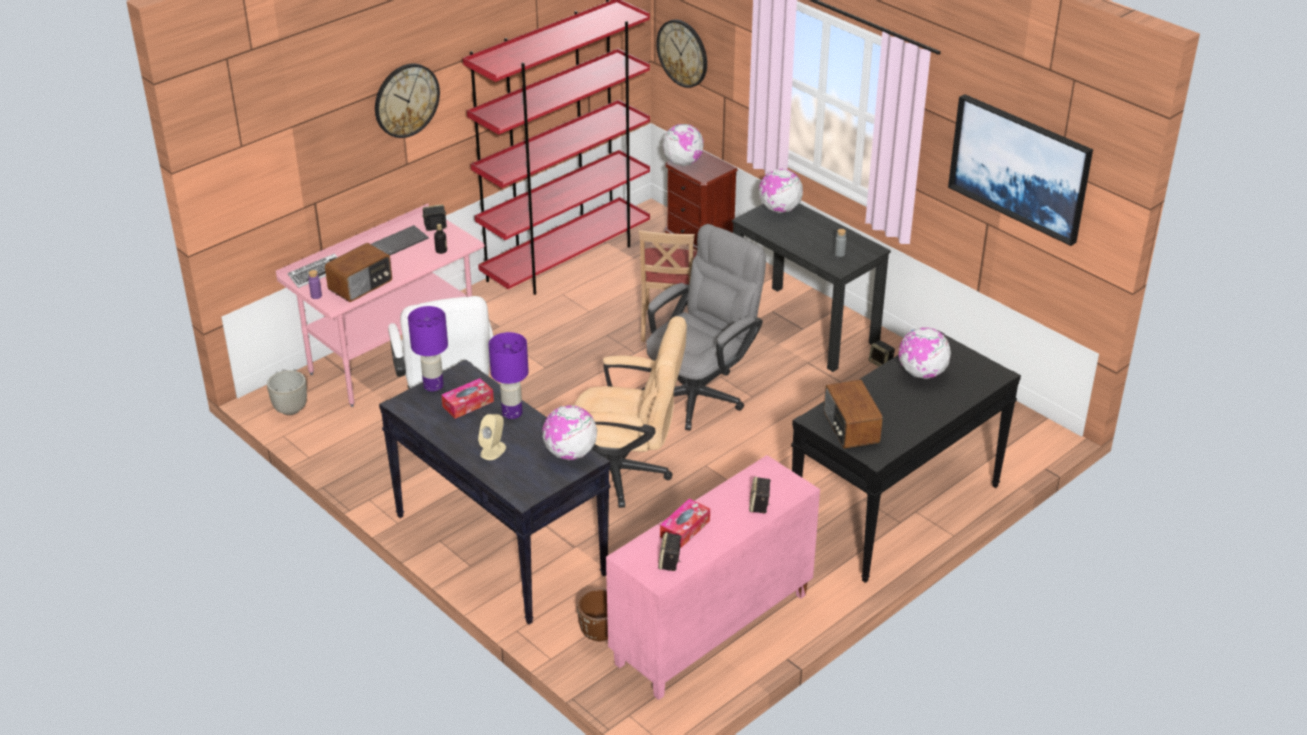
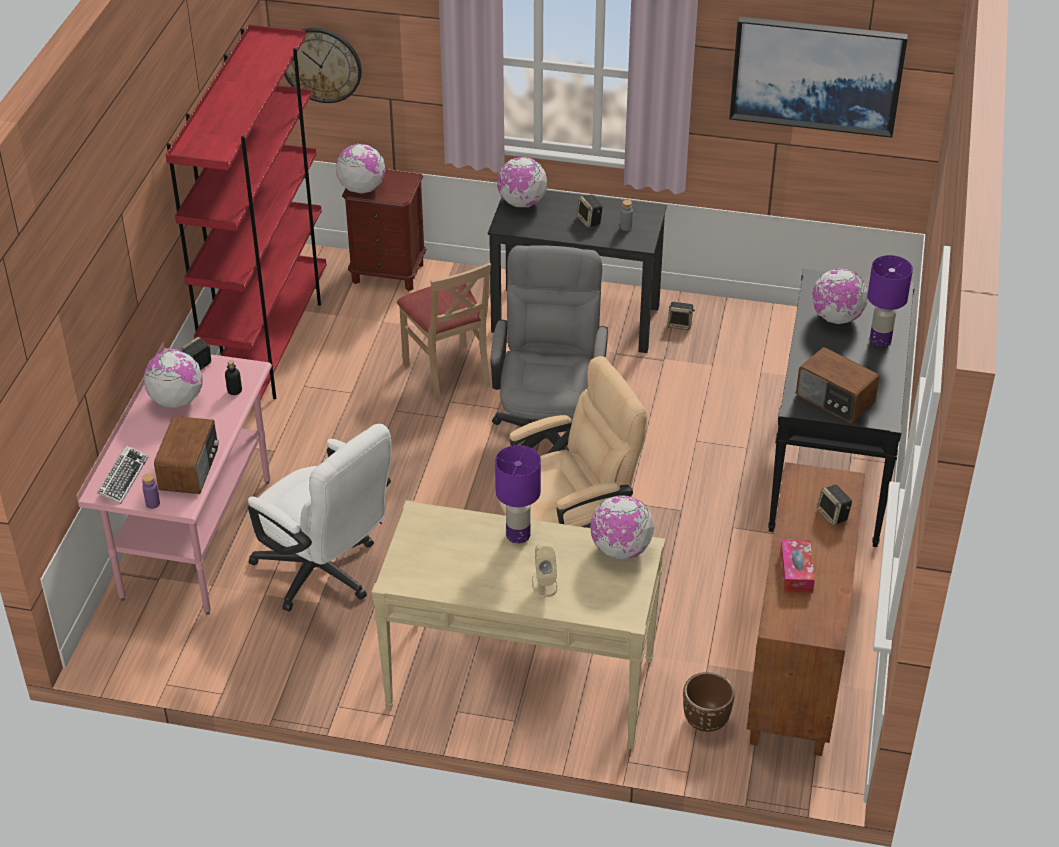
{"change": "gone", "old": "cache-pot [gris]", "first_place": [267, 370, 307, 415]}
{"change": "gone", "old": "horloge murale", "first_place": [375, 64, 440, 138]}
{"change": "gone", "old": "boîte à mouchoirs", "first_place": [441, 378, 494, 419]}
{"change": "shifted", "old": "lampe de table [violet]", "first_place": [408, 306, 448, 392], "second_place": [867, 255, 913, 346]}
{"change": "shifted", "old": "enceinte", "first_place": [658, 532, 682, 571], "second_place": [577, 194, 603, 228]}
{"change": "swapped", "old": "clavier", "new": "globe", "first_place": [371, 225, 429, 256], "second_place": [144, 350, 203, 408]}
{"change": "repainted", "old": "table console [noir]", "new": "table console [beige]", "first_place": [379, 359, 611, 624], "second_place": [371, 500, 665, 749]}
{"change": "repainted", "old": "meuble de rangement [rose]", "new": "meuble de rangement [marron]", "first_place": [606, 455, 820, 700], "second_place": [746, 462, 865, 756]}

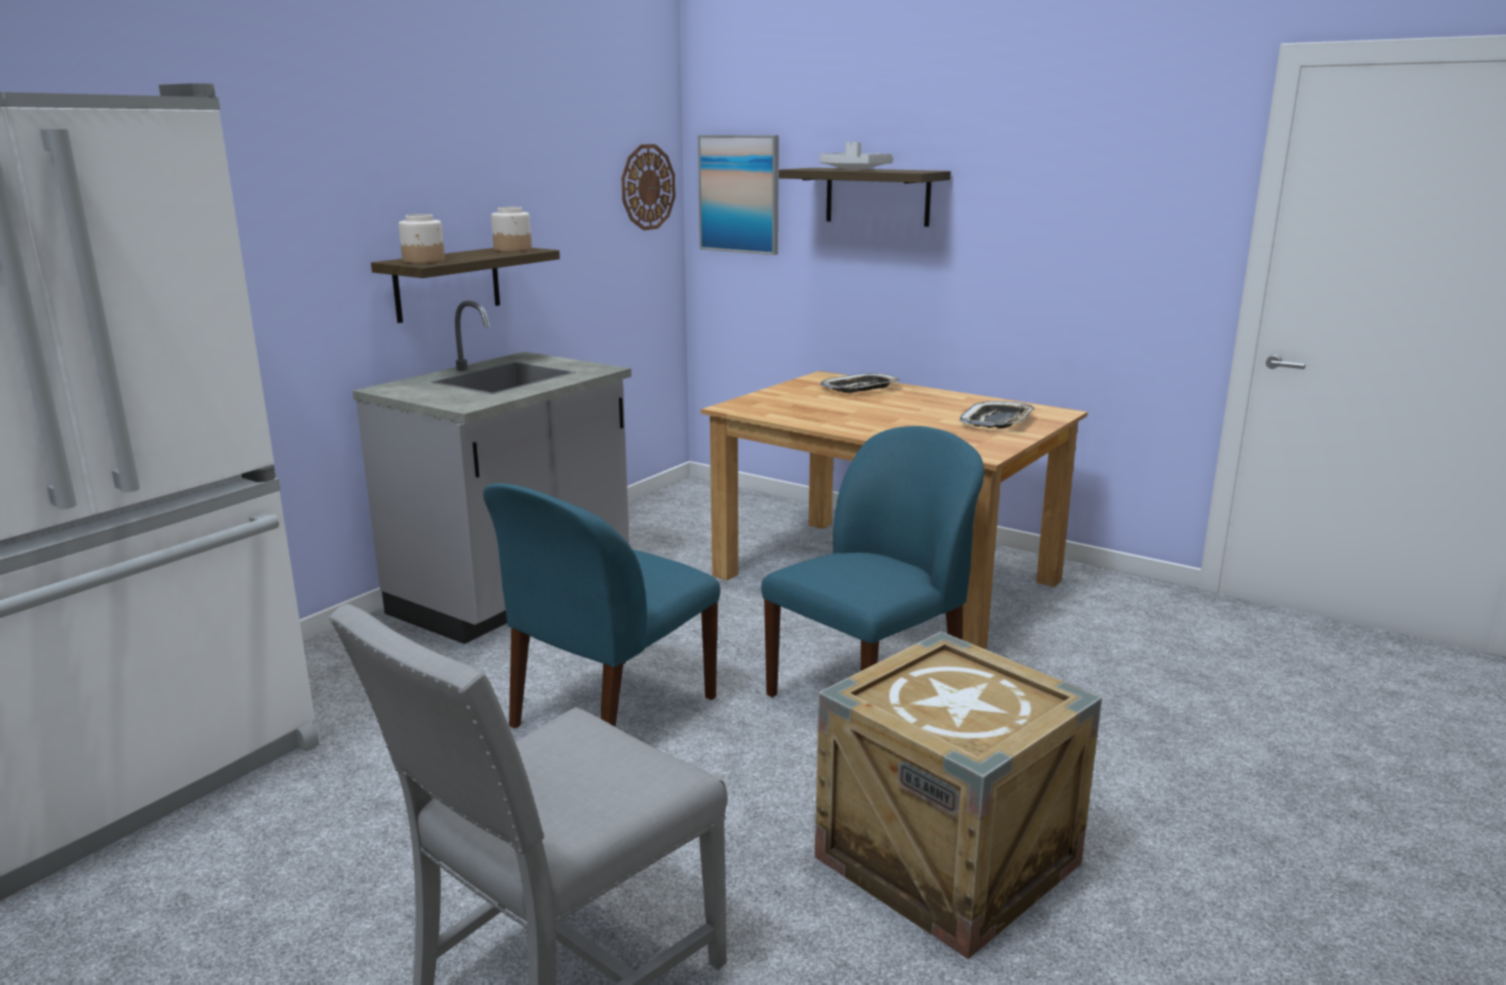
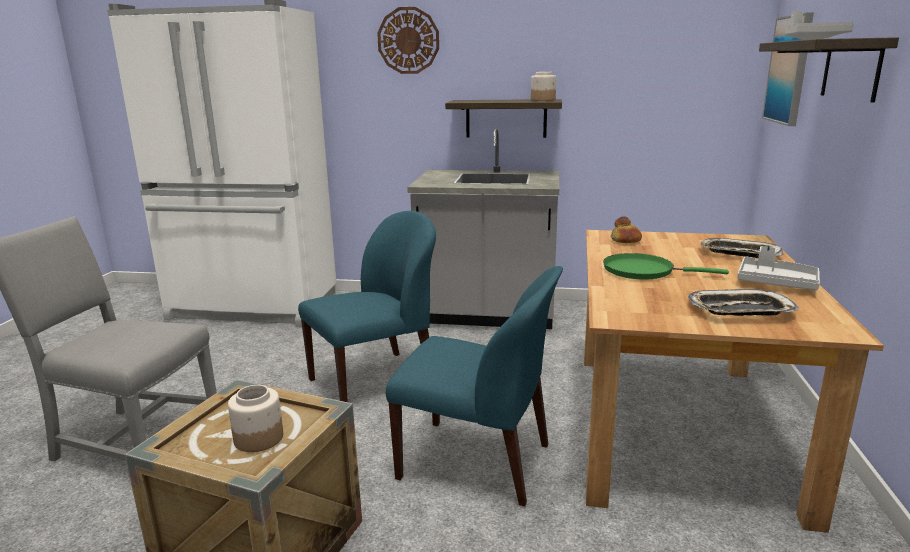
{"change": "new", "new": "poêle [vert]", "second_place": [603, 253, 729, 280]}
{"change": "new", "new": "pain", "second_place": [611, 216, 642, 243]}
{"change": "new", "new": "plateau [gris]", "second_place": [737, 246, 820, 290]}
{"change": "shifted", "old": "bocal", "first_place": [399, 214, 445, 263], "second_place": [228, 385, 283, 452]}
{"change": "shifted", "old": "horloge murale", "first_place": [622, 144, 675, 230], "second_place": [377, 7, 439, 74]}
{"change": "rotated", "old": "chaise [bleu]", "first_place": [483, 483, 721, 729], "second_place": [298, 211, 436, 402], "degrees": 135}

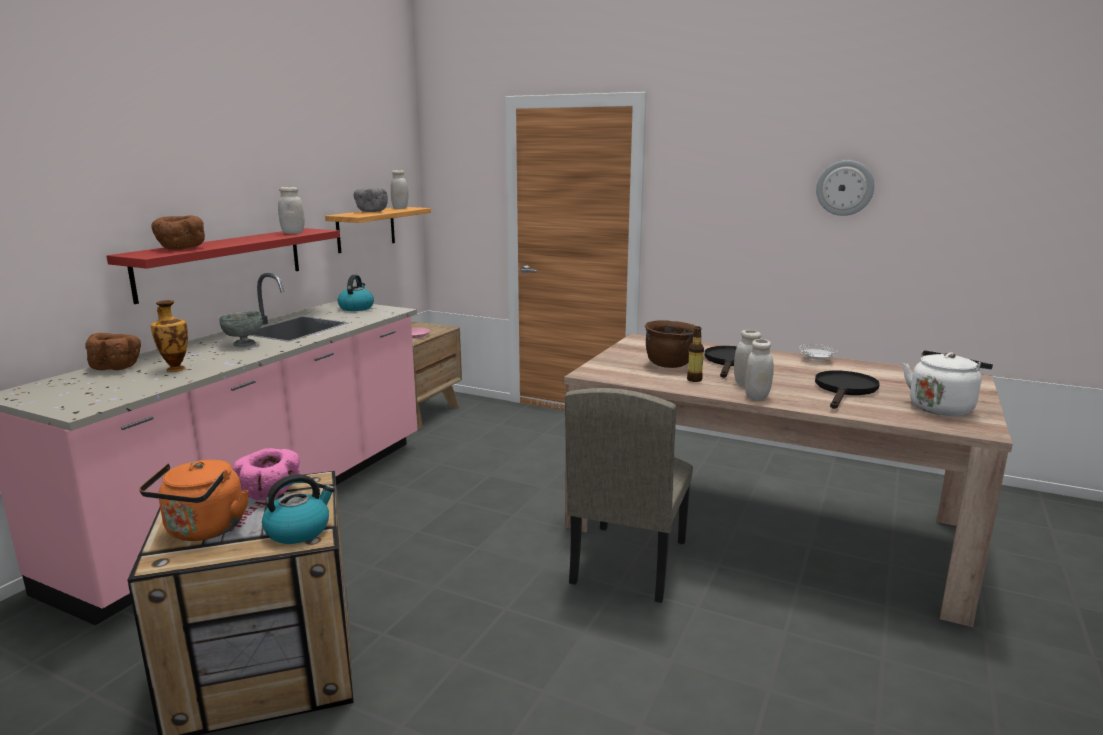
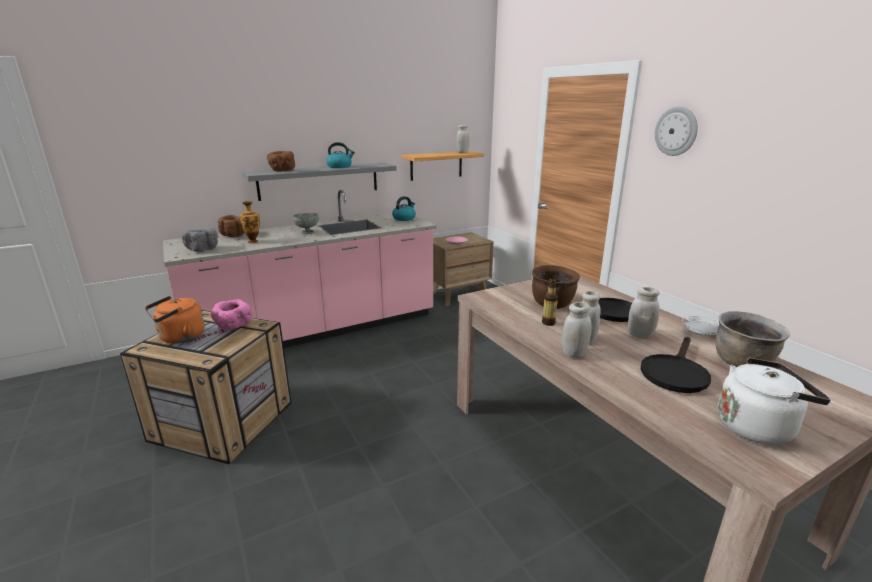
{"change": "gone", "old": "chaise [beige]", "first_place": [565, 388, 693, 603]}
{"change": "new", "new": "marmite [marron]", "second_place": [716, 311, 790, 367]}
{"change": "shifted", "old": "bouilloire", "first_place": [262, 474, 335, 544], "second_place": [326, 142, 355, 168]}
{"change": "shifted", "old": "bocal [blanc]", "first_place": [278, 187, 305, 234], "second_place": [628, 287, 660, 338]}
{"change": "shifted", "old": "bol [gris]", "first_place": [354, 188, 388, 212], "second_place": [182, 228, 218, 252]}
{"change": "shifted", "old": "horloge murale", "first_place": [816, 160, 874, 216], "second_place": [655, 107, 698, 156]}
{"change": "repainted", "old": "étagère [rouge]", "new": "étagère [gris]", "first_place": [106, 228, 340, 304], "second_place": [243, 163, 396, 201]}
{"change": "rotated", "old": "poêle [noir]", "first_place": [815, 371, 880, 409], "second_place": [640, 337, 711, 393], "degrees": 150}

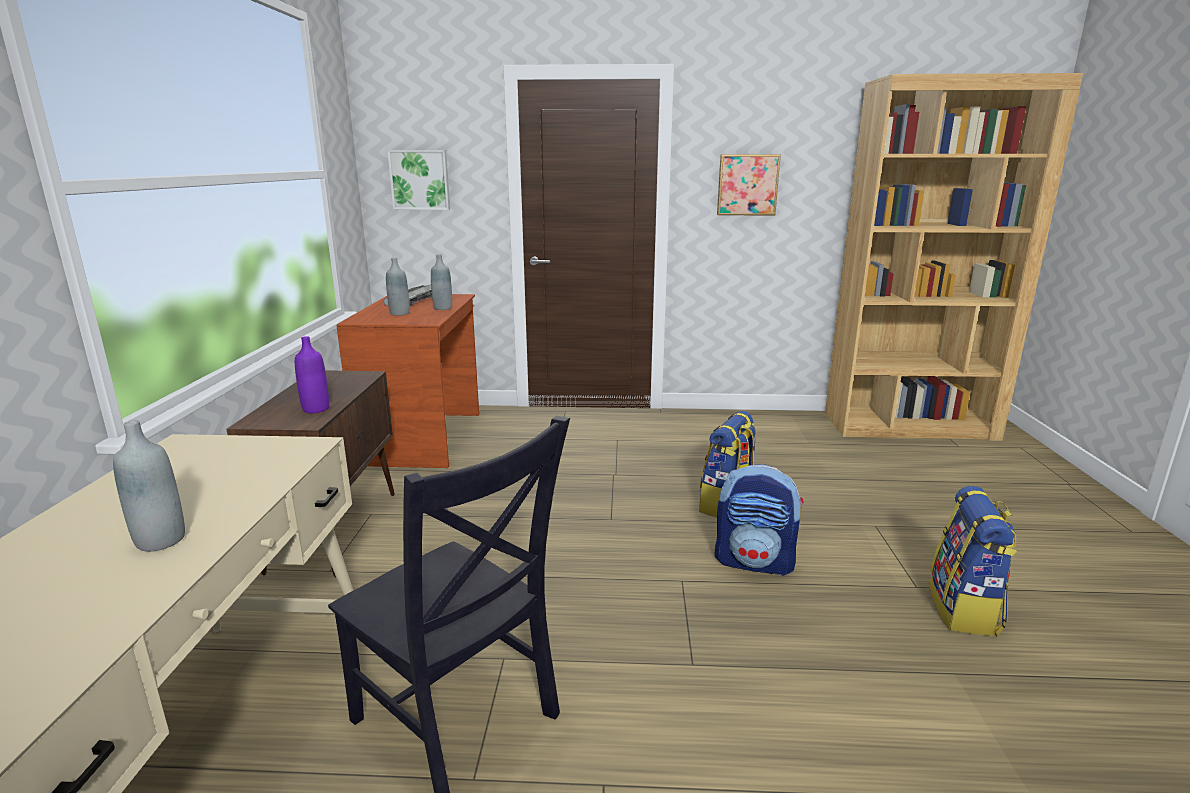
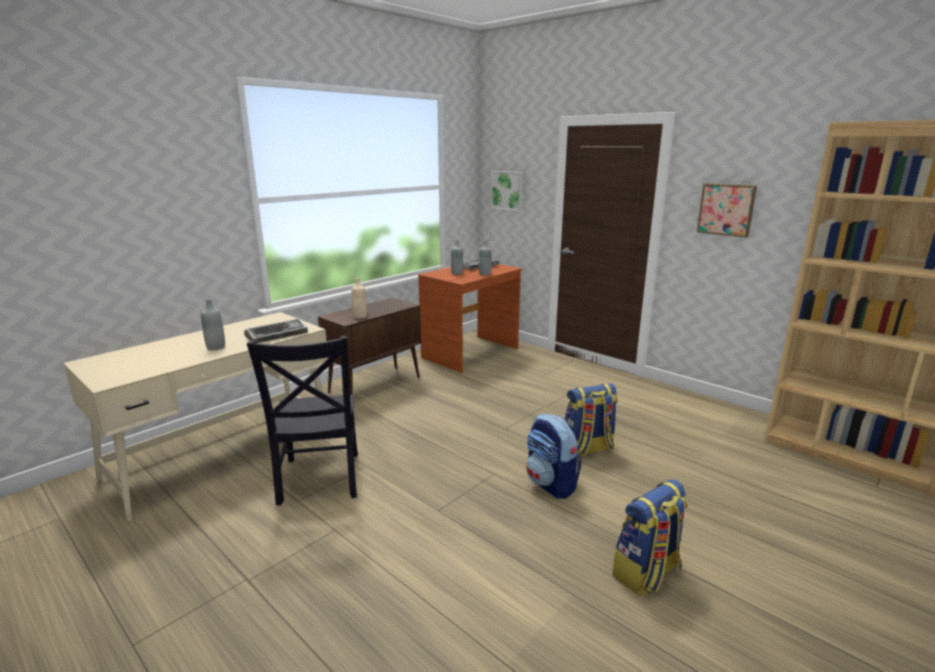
{"change": "new", "new": "clavier", "second_place": [244, 318, 308, 343]}
{"change": "repainted", "old": "bouteille [violet]", "new": "bouteille [beige]", "first_place": [295, 336, 329, 413], "second_place": [351, 278, 367, 318]}

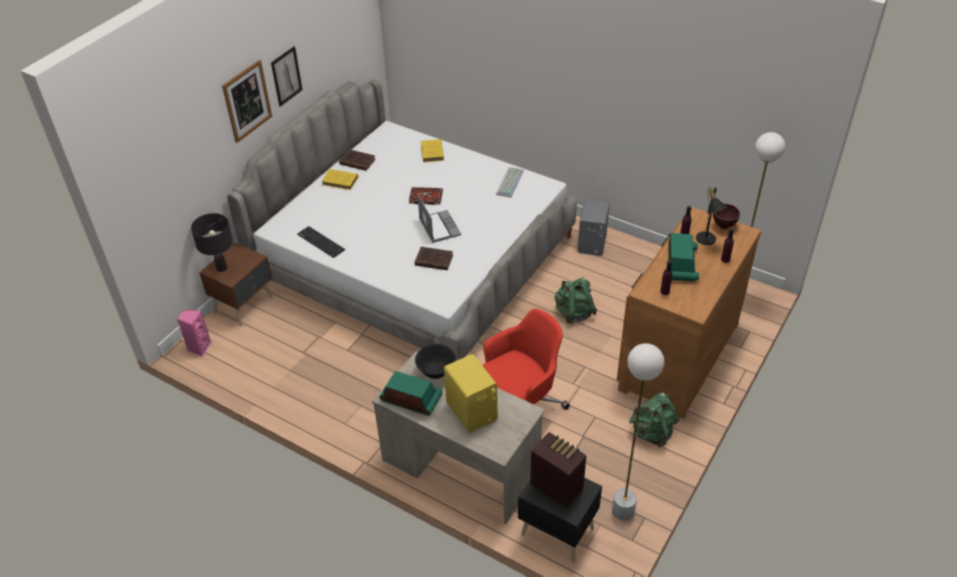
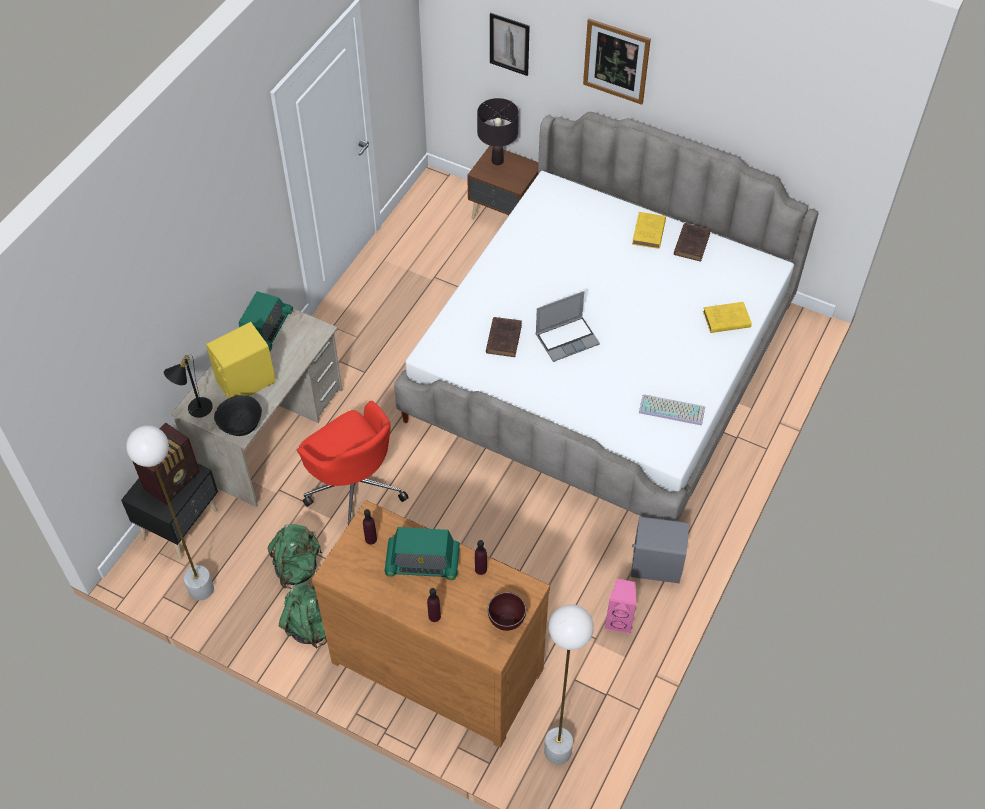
{"change": "gone", "old": "clavier", "first_place": [297, 226, 345, 258]}
{"change": "gone", "old": "livre", "first_place": [409, 187, 443, 205]}
{"change": "shifted", "old": "enceinte [rose]", "first_place": [177, 310, 211, 357], "second_place": [605, 579, 636, 634]}
{"change": "shifted", "old": "tableau", "first_place": [271, 46, 303, 107], "second_place": [490, 13, 530, 76]}
{"change": "shifted", "old": "bol [noir]", "first_place": [415, 344, 456, 379], "second_place": [214, 395, 262, 436]}
{"change": "shifted", "old": "sac à dos [vert]", "first_place": [554, 277, 597, 324], "second_place": [268, 524, 322, 589]}
{"change": "shifted", "old": "lampe de table [noir]", "first_place": [696, 187, 727, 245], "second_place": [164, 355, 213, 418]}

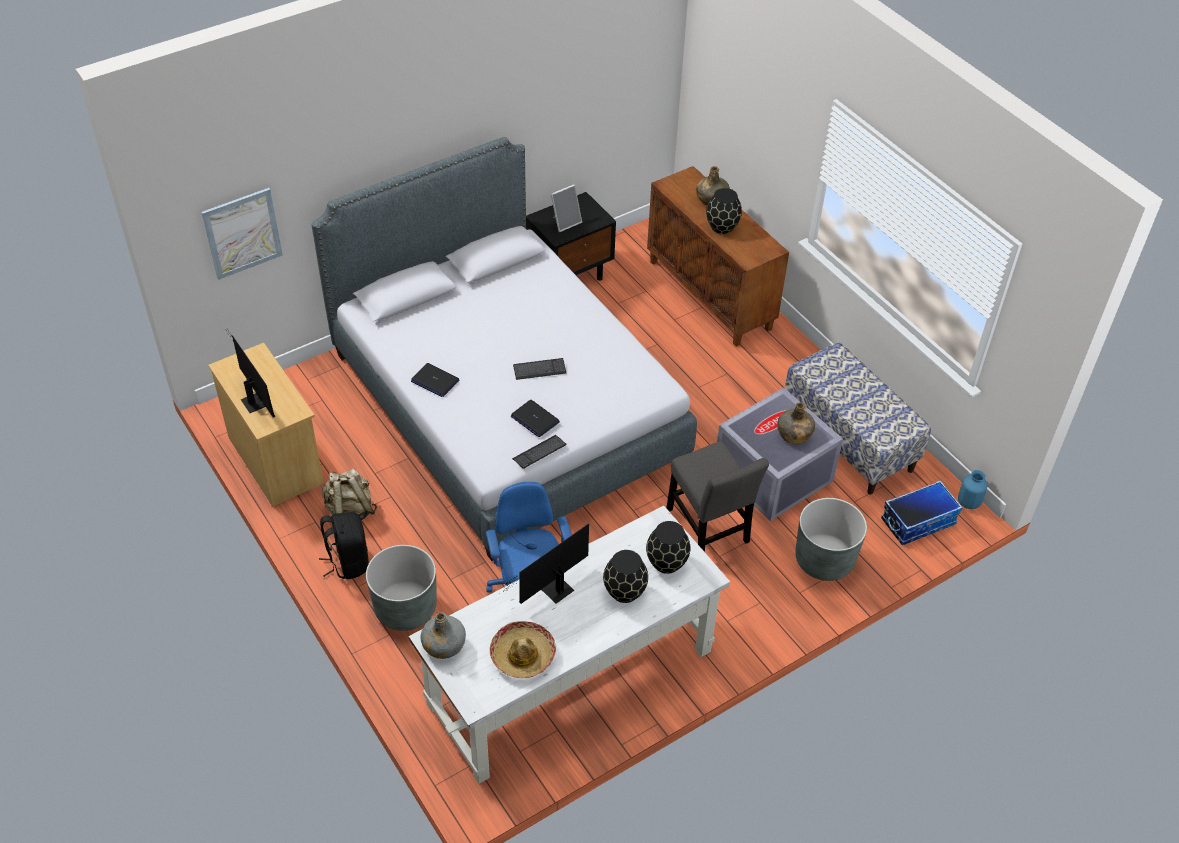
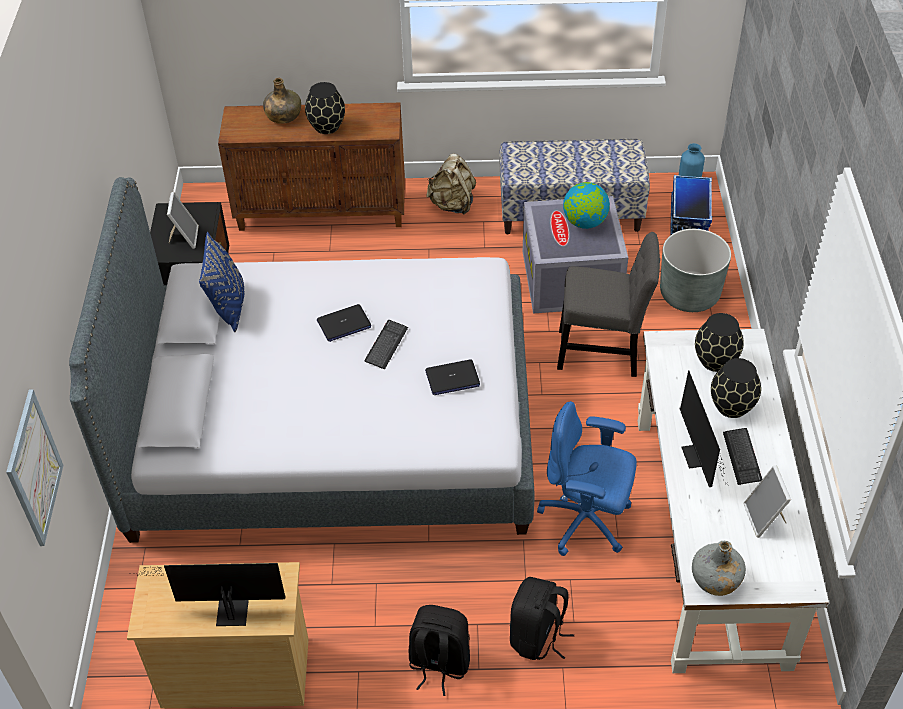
{"change": "new", "new": "coussin [bleu]", "second_place": [199, 232, 244, 332]}
{"change": "shifted", "old": "sac à dos [beige]", "first_place": [322, 469, 377, 520], "second_place": [426, 154, 476, 215]}
{"change": "shifted", "old": "ordinateur portable", "first_place": [411, 363, 460, 397], "second_place": [317, 304, 371, 342]}
{"change": "shifted", "old": "clavier", "first_place": [512, 435, 566, 469], "second_place": [723, 428, 762, 485]}
{"change": "swapped", "old": "cache-pot [gris]", "new": "sac à dos [noir]", "first_place": [366, 545, 437, 631], "second_place": [510, 577, 574, 660]}
{"change": "swapped", "old": "chapeau", "new": "cadre photo", "first_place": [490, 621, 556, 678], "second_place": [743, 465, 791, 538]}
{"change": "swapped", "old": "bouteille [vert]", "new": "globe", "first_place": [777, 402, 815, 444], "second_place": [563, 182, 610, 229]}

